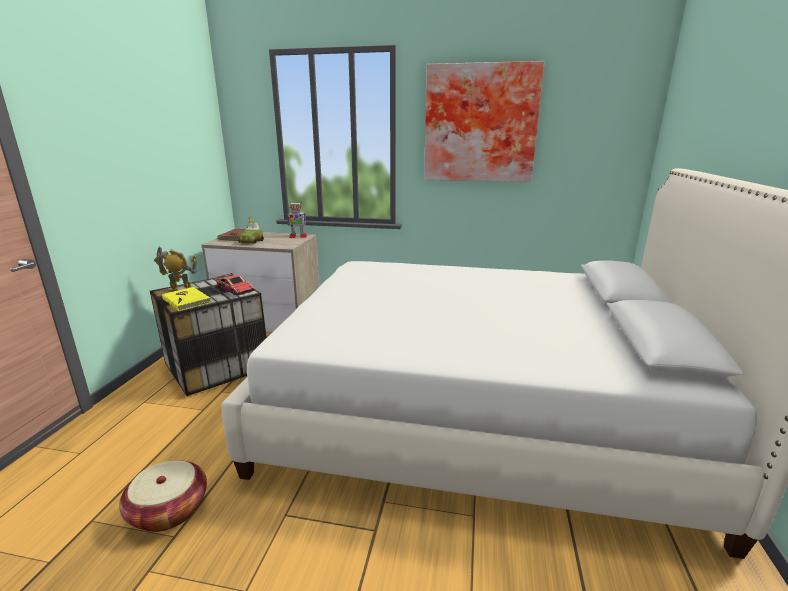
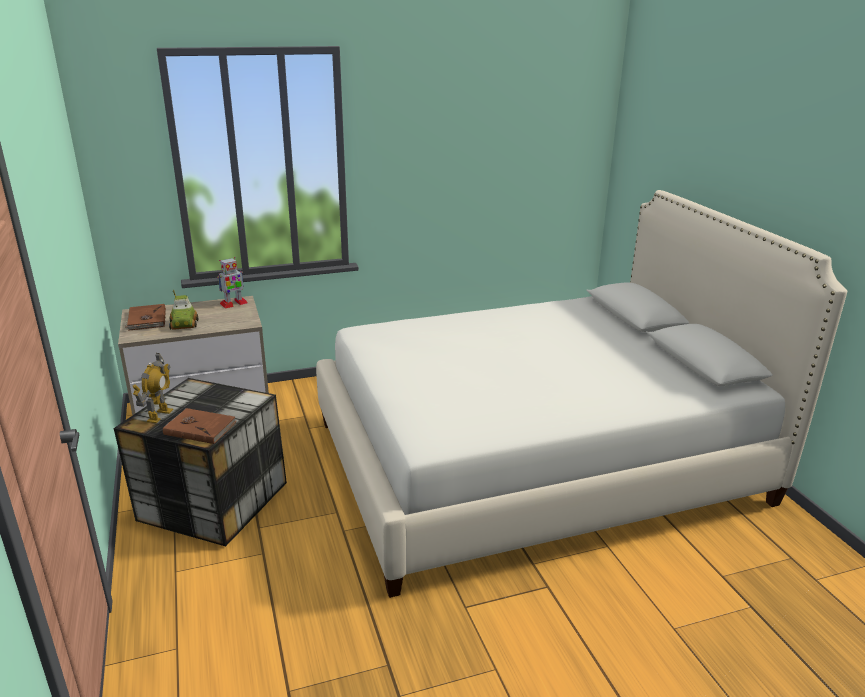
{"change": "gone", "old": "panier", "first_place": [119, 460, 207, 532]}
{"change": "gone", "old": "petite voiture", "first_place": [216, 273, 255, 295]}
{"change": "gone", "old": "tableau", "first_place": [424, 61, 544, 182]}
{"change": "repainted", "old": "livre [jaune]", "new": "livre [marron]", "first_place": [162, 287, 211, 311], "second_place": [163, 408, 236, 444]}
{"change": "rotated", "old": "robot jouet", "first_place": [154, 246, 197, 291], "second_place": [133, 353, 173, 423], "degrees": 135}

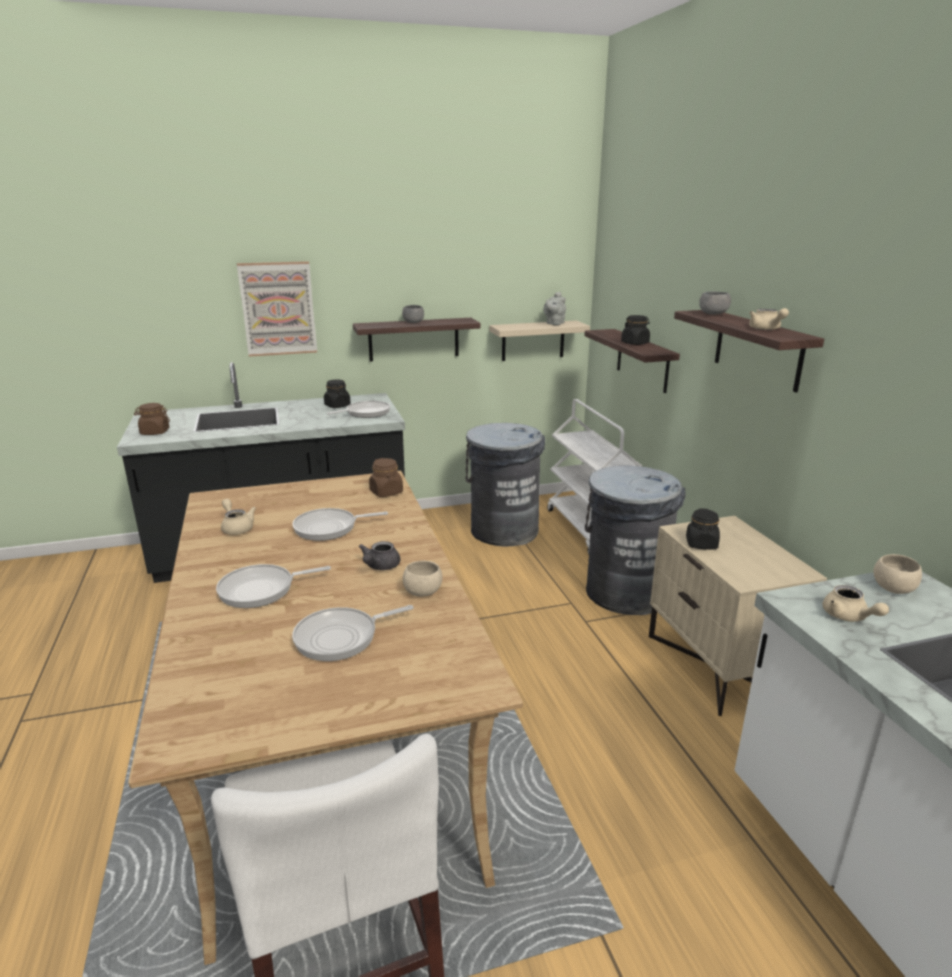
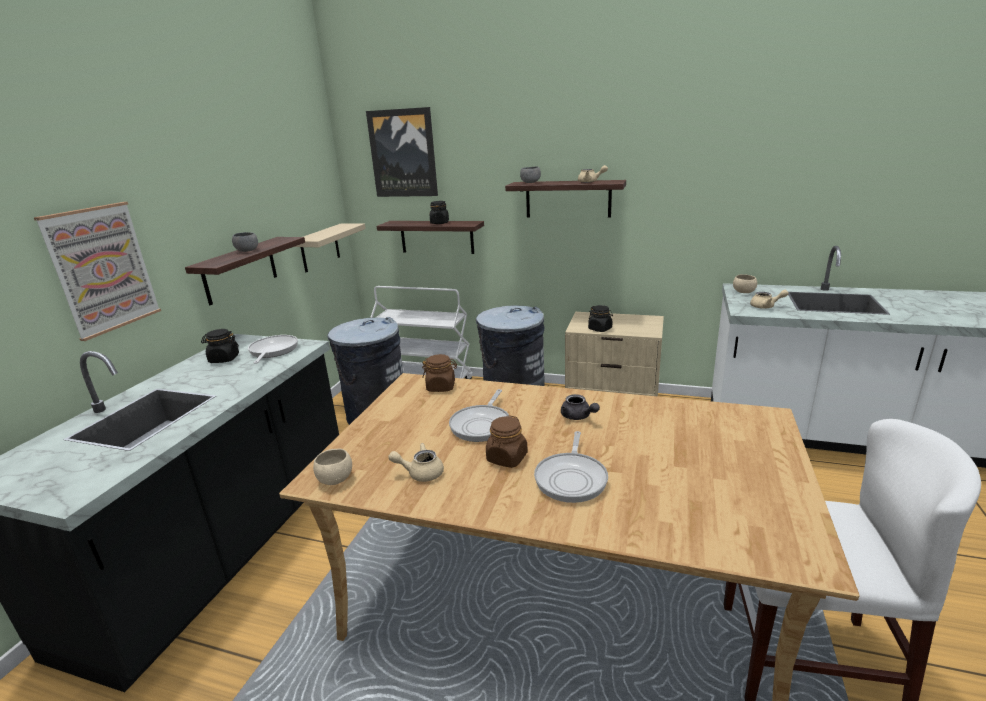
{"change": "gone", "old": "poêle", "first_place": [292, 605, 414, 661]}
{"change": "gone", "old": "théière [gris]", "first_place": [544, 292, 566, 325]}
{"change": "new", "new": "tableau", "second_place": [366, 107, 438, 197]}
{"change": "shifted", "old": "bocal [marron]", "first_place": [134, 403, 170, 435], "second_place": [486, 415, 528, 468]}
{"change": "shifted", "old": "bol [beige]", "first_place": [403, 560, 442, 597], "second_place": [313, 449, 352, 485]}

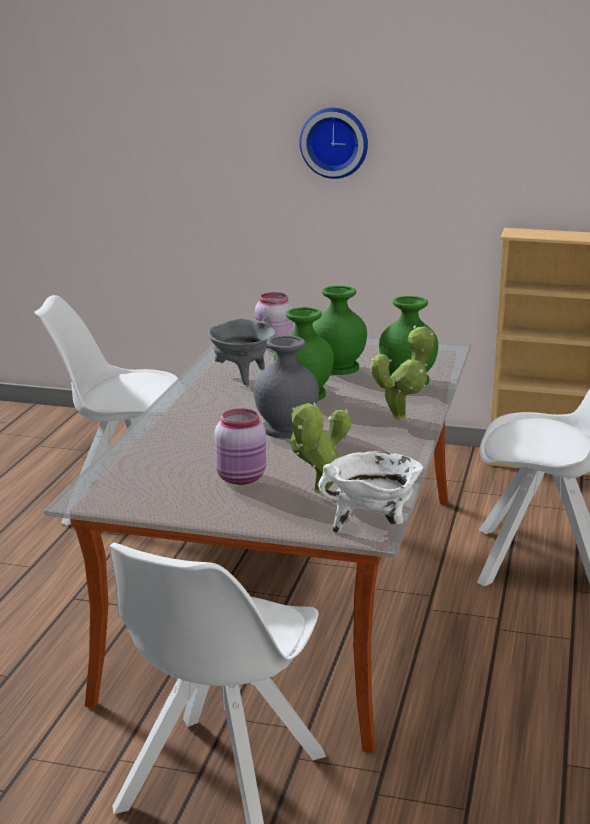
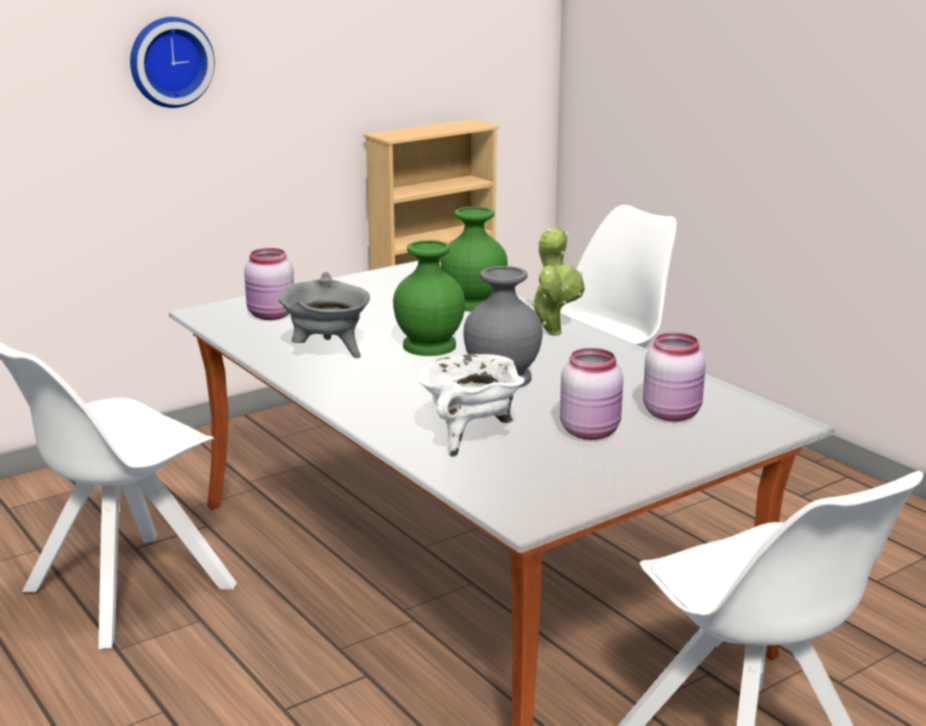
{"change": "gone", "old": "vase [vert]", "first_place": [312, 286, 367, 375]}
{"change": "shifted", "old": "marmite [blanc]", "first_place": [318, 451, 423, 533], "second_place": [418, 354, 525, 457]}
{"change": "swapped", "old": "plante en pot", "new": "bocal [rose]", "first_place": [290, 403, 351, 493], "second_place": [643, 333, 706, 422]}

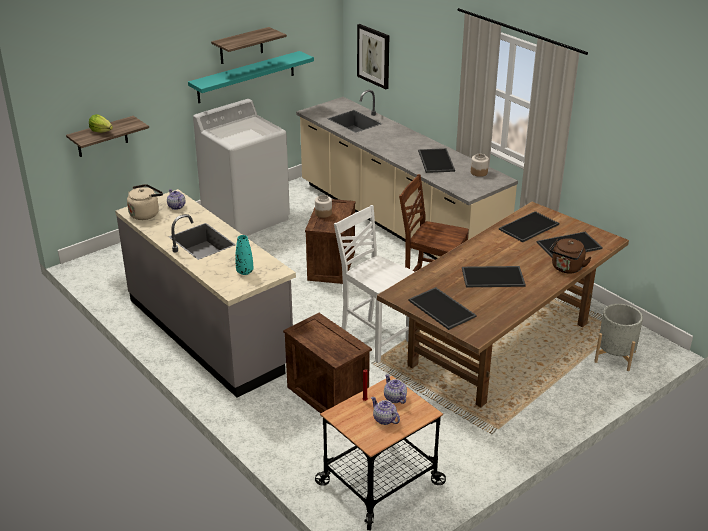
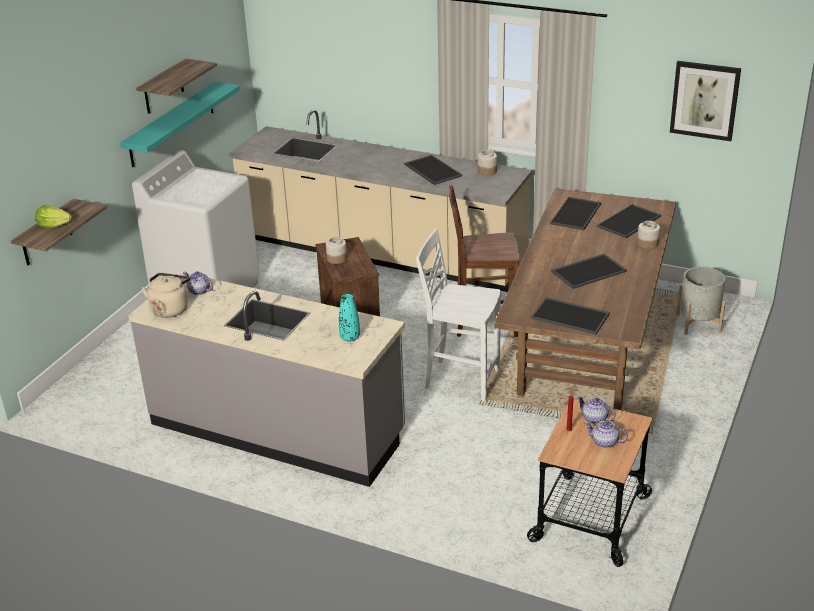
{"change": "gone", "old": "caisse", "first_place": [283, 313, 372, 413]}
{"change": "shifted", "old": "tableau", "first_place": [357, 24, 389, 89], "second_place": [670, 61, 741, 141]}
{"change": "swapped", "old": "bouilloire [marron]", "new": "bocal", "first_place": [549, 238, 592, 274], "second_place": [637, 221, 660, 249]}

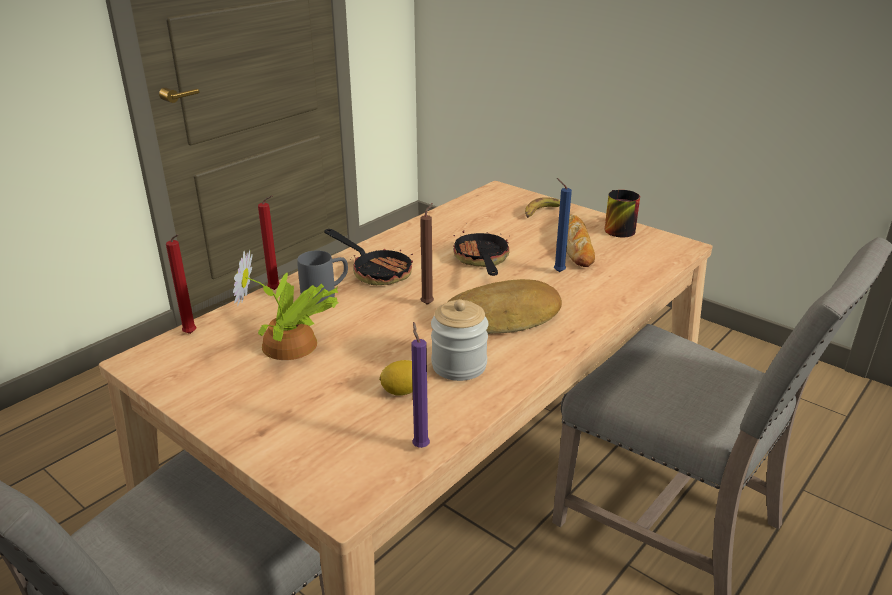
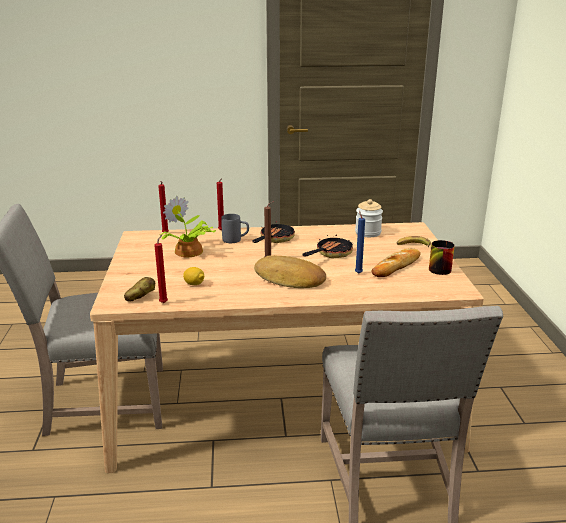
{"change": "new", "new": "pomme de terre", "second_place": [124, 277, 155, 302]}
{"change": "shifted", "old": "bocal", "first_place": [431, 299, 488, 381], "second_place": [355, 199, 383, 237]}
{"change": "repainted", "old": "bougie [violet]", "new": "bougie [rouge]", "first_place": [411, 322, 430, 448], "second_place": [154, 235, 168, 303]}
{"change": "rotated", "old": "poêle", "first_place": [325, 229, 413, 285], "second_place": [253, 221, 295, 243], "degrees": -150}

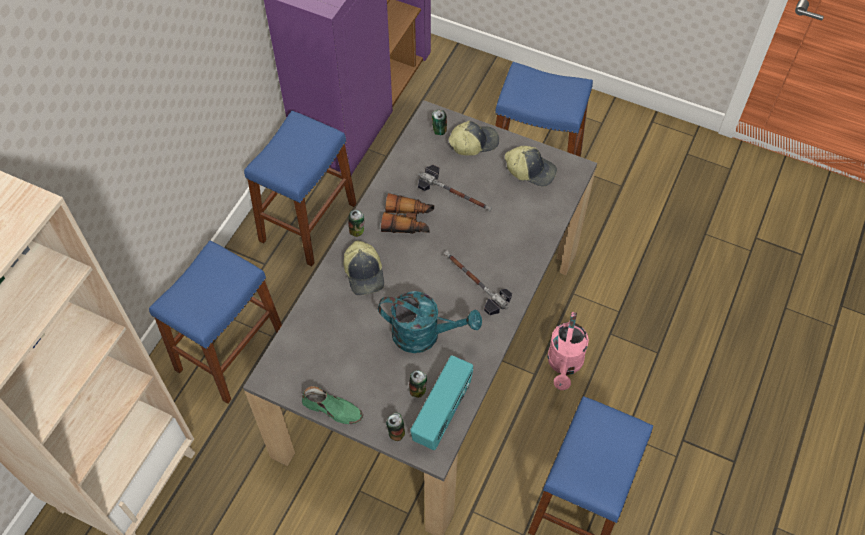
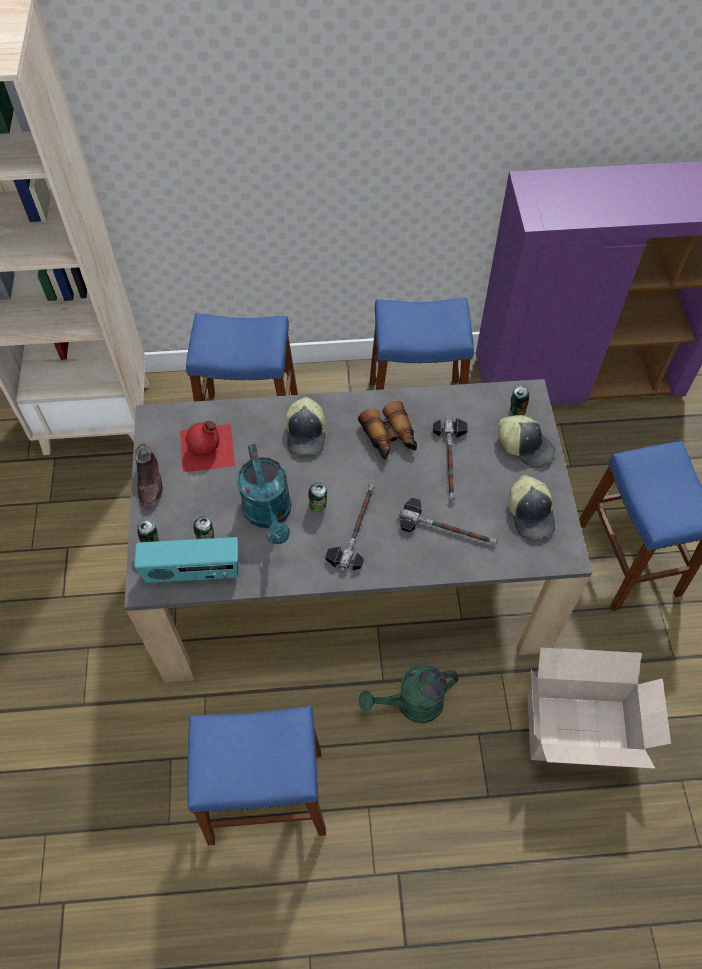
{"change": "new", "new": "bouteille [rouge]", "second_place": [180, 421, 235, 472]}
{"change": "new", "new": "marteau", "second_place": [398, 498, 497, 546]}
{"change": "new", "new": "carton", "second_place": [528, 647, 671, 769]}
{"change": "shifted", "old": "boîte métallique", "first_place": [348, 210, 364, 237], "second_place": [308, 482, 327, 512]}
{"change": "repainted", "old": "chaussure [vert]", "new": "chaussure [marron]", "first_place": [302, 386, 363, 424], "second_place": [135, 443, 163, 507]}
{"change": "repainted", "old": "arrosoir [rose]", "new": "arrosoir [vert]", "first_place": [547, 312, 589, 390], "second_place": [359, 665, 459, 723]}
{"change": "rotated", "old": "casquette", "first_place": [343, 241, 384, 295], "second_place": [286, 397, 326, 455], "degrees": -45}

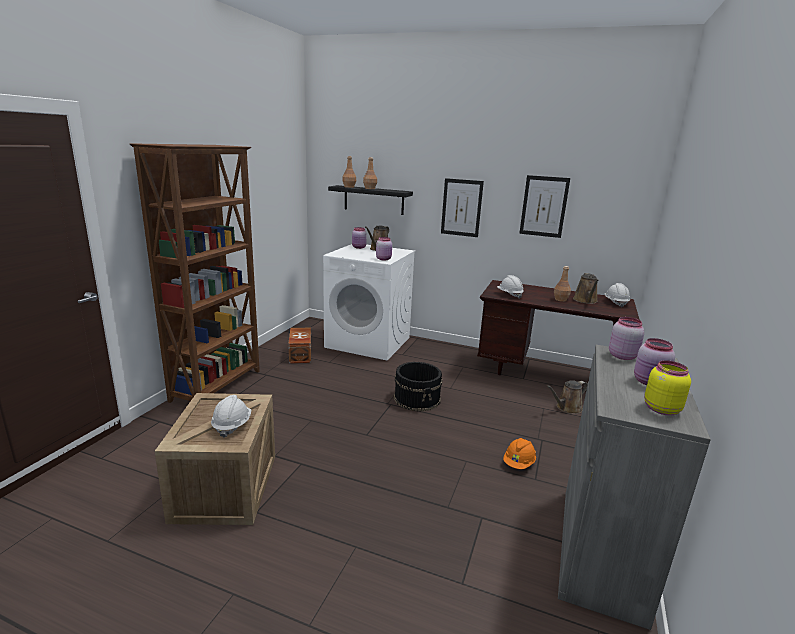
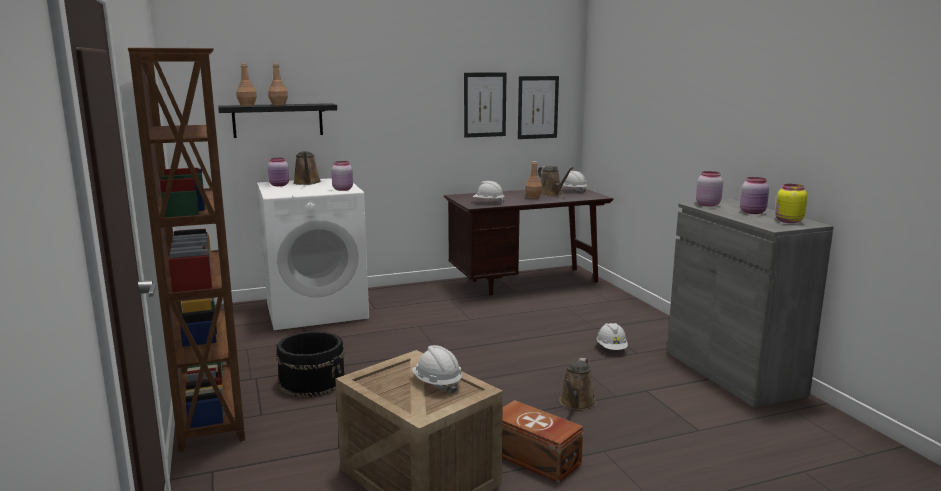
{"change": "shifted", "old": "boîte de rangement [marron]", "first_place": [288, 328, 311, 363], "second_place": [502, 400, 583, 483]}
{"change": "shifted", "old": "seau [noir]", "first_place": [394, 362, 442, 412], "second_place": [276, 331, 345, 397]}
{"change": "shifted", "old": "tableau", "first_place": [441, 178, 484, 237], "second_place": [518, 76, 559, 139]}
{"change": "shifted", "old": "arrosoir [marron]", "first_place": [547, 380, 588, 414], "second_place": [559, 358, 596, 410]}
{"change": "repainted", "old": "casque de chantier [orange]", "new": "casque de chantier [blanc]", "first_place": [503, 438, 536, 469], "second_place": [597, 323, 628, 350]}

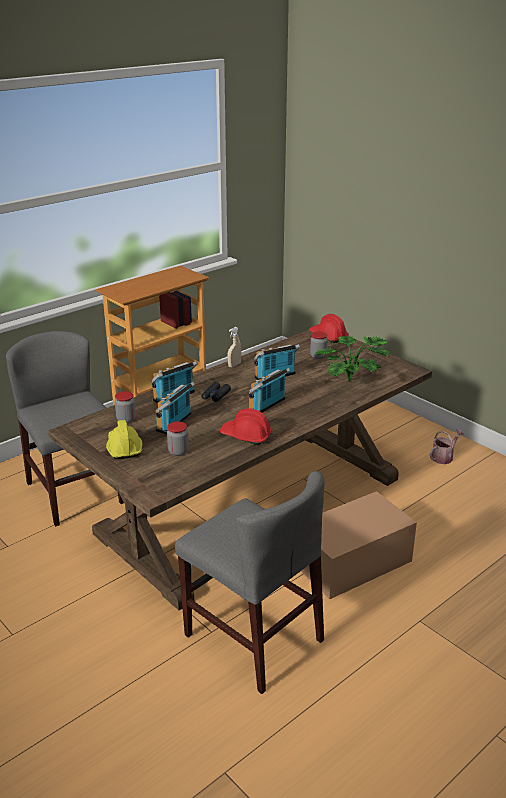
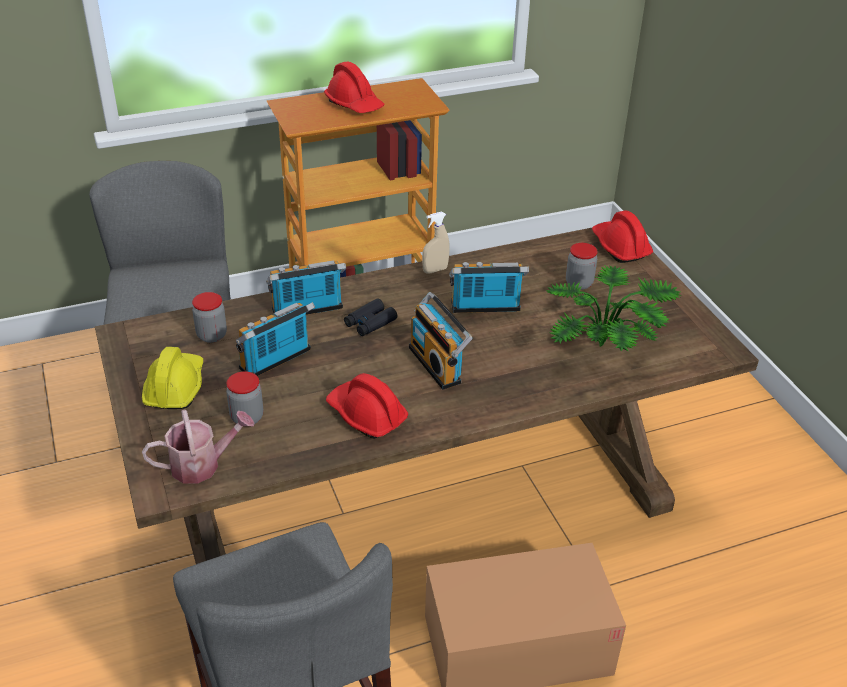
{"change": "new", "new": "casque de chantier [rouge]", "second_place": [324, 62, 385, 113]}
{"change": "shifted", "old": "arrosoir", "first_place": [430, 429, 464, 464], "second_place": [142, 410, 254, 483]}
{"change": "rotated", "old": "radio", "first_place": [249, 368, 290, 412], "second_place": [409, 292, 472, 390], "degrees": -90}

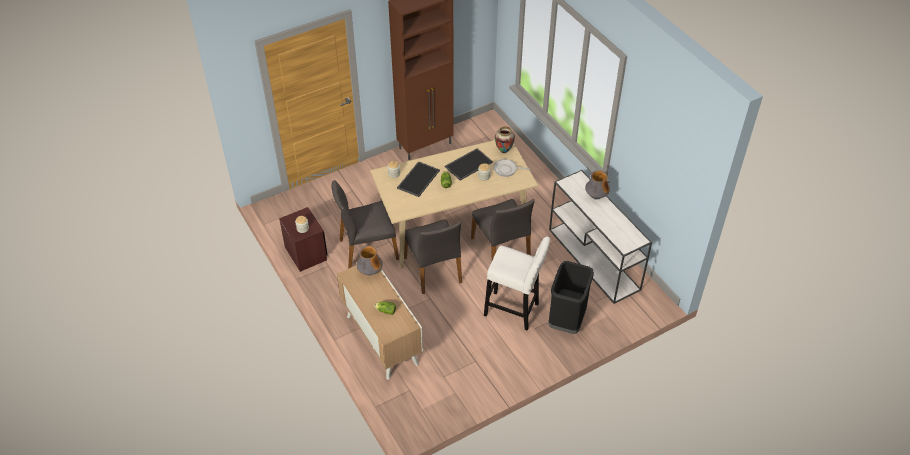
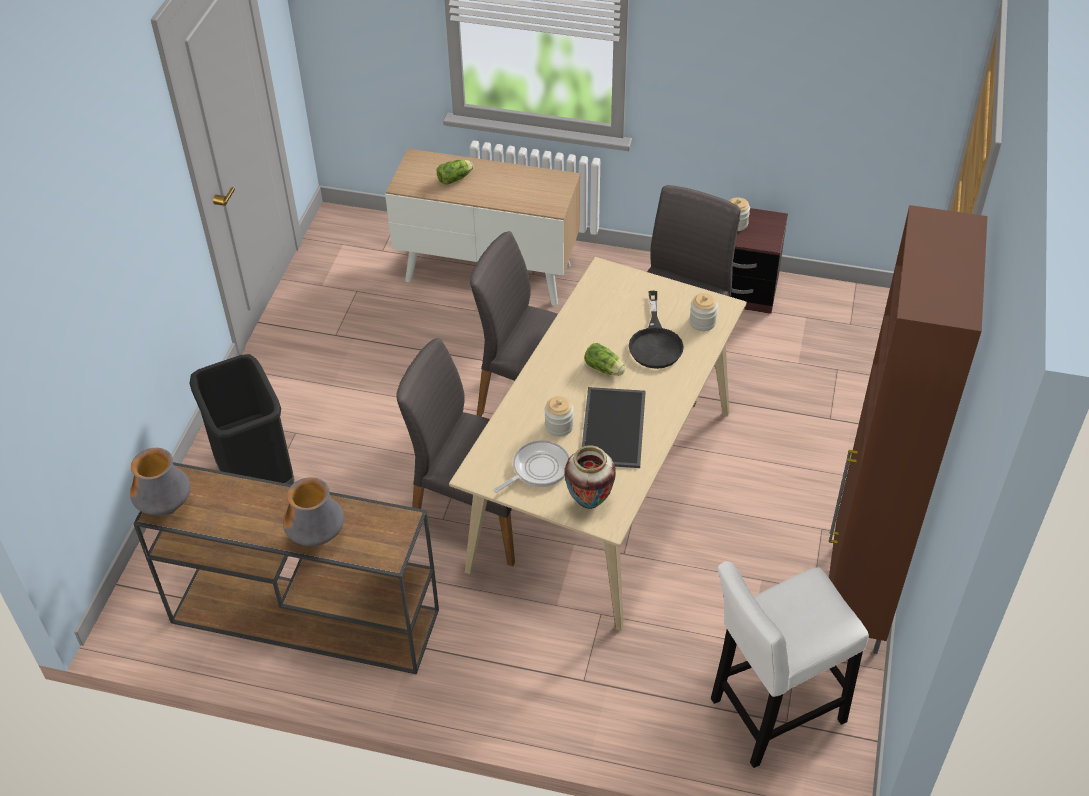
{"change": "shifted", "old": "vase", "first_place": [357, 246, 383, 275], "second_place": [130, 448, 191, 515]}
{"change": "shifted", "old": "tabouret [blanc]", "first_place": [484, 236, 550, 331], "second_place": [711, 561, 869, 768]}
{"change": "swapped", "old": "plateau", "new": "poêle [noir]", "first_place": [397, 161, 440, 197], "second_place": [629, 291, 684, 369]}
{"change": "repainted", "old": "table console [blanc]", "new": "table console [marron]", "first_place": [549, 170, 652, 304], "second_place": [133, 462, 439, 675]}

